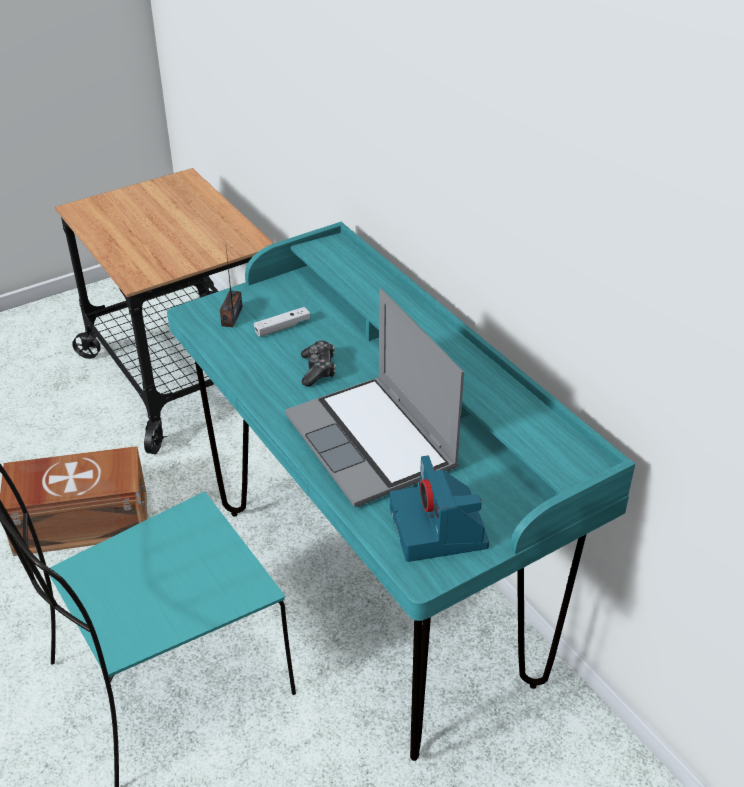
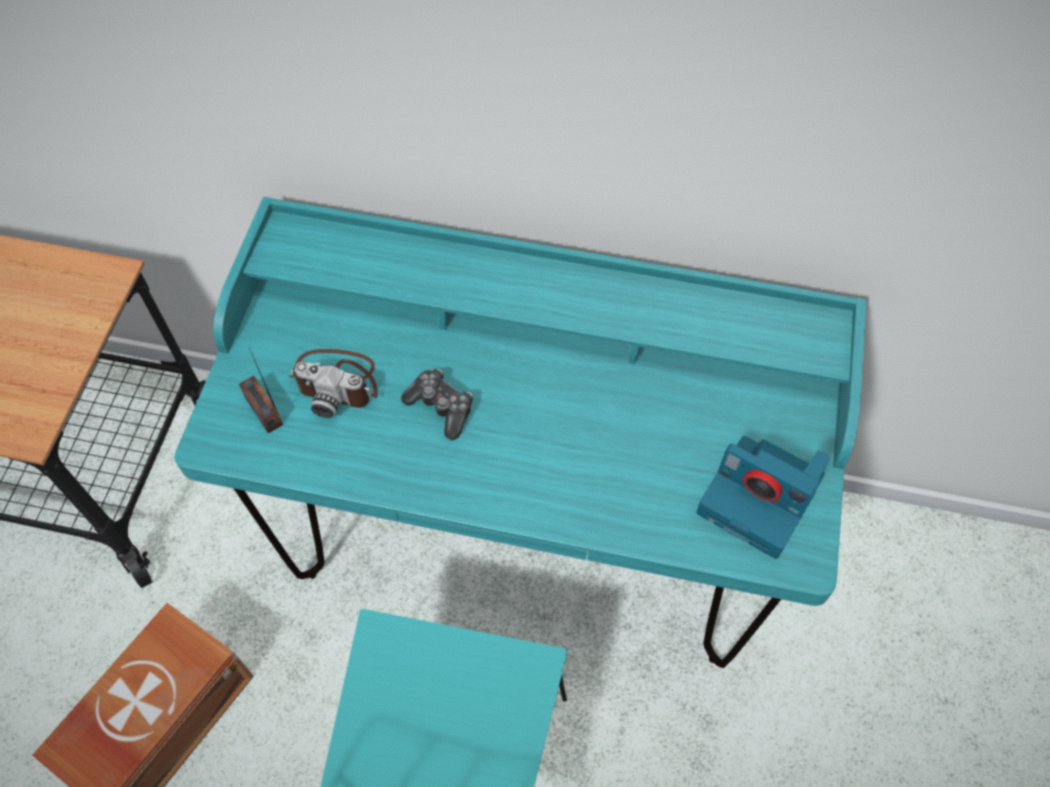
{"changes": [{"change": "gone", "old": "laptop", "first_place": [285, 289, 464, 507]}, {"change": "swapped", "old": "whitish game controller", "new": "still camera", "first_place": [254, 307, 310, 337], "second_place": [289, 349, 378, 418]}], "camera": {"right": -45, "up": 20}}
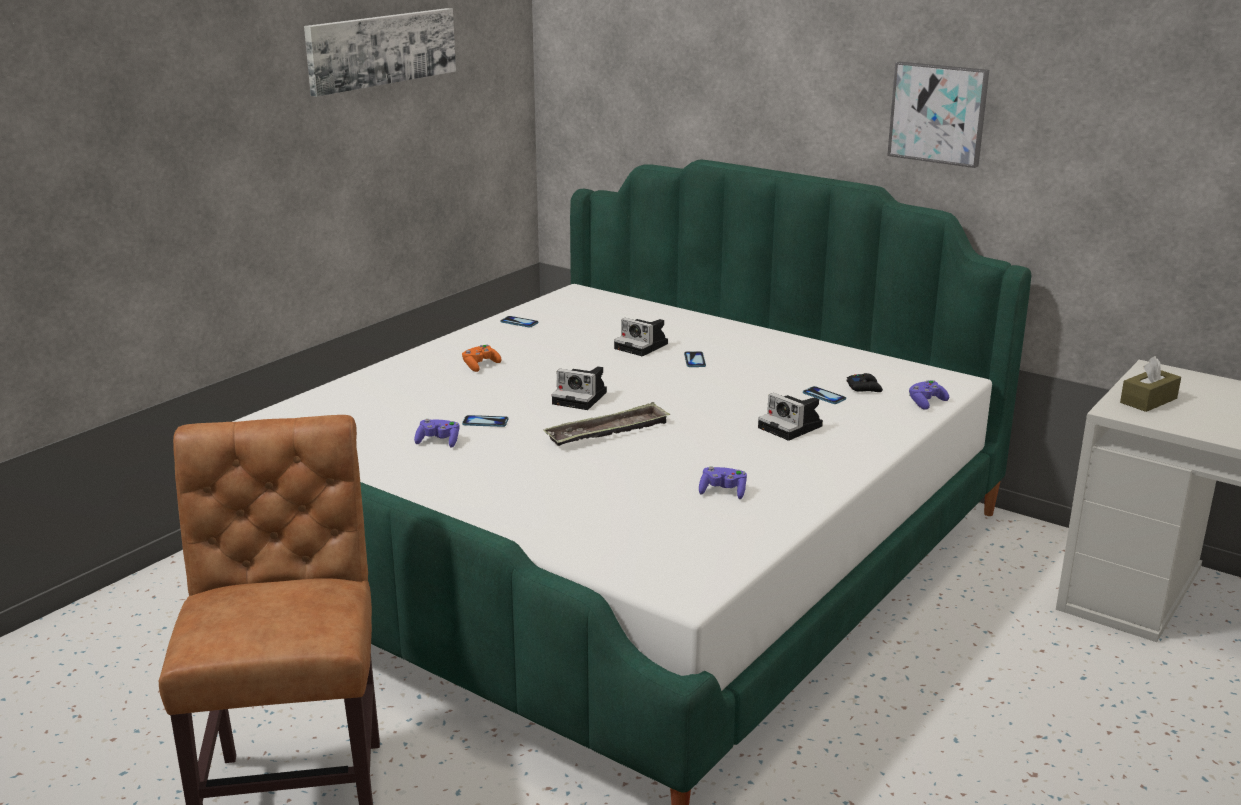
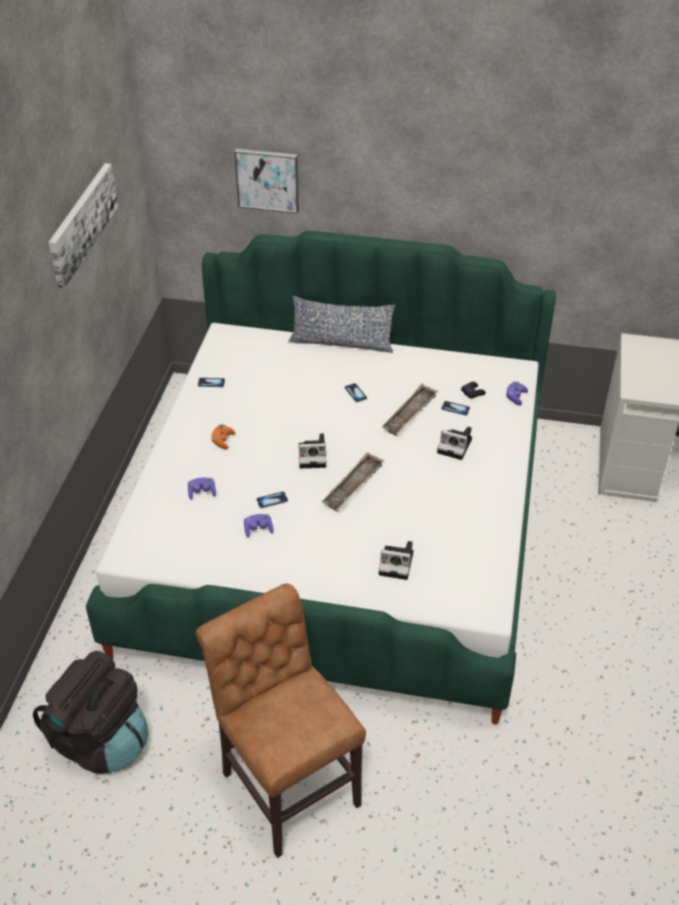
{"changes": [{"change": "gone", "old": "brown tissue box", "first_place": [1120, 356, 1181, 412]}, {"change": "new", "new": "black knapsack", "second_place": [33, 651, 149, 774]}, {"change": "new", "new": "throw pillow", "second_place": [288, 296, 395, 353]}, {"change": "new", "new": "tray", "second_place": [382, 384, 438, 436]}, {"change": "shifted", "old": "still camera", "first_place": [614, 318, 668, 356], "second_place": [379, 541, 413, 580]}, {"change": "shifted", "old": "purplish game controller", "first_place": [699, 467, 747, 499], "second_place": [188, 478, 216, 500]}, {"change": "shifted", "old": "picture", "first_place": [887, 61, 989, 168], "second_place": [234, 149, 299, 214]}], "camera": {"right": -25, "up": 20}}
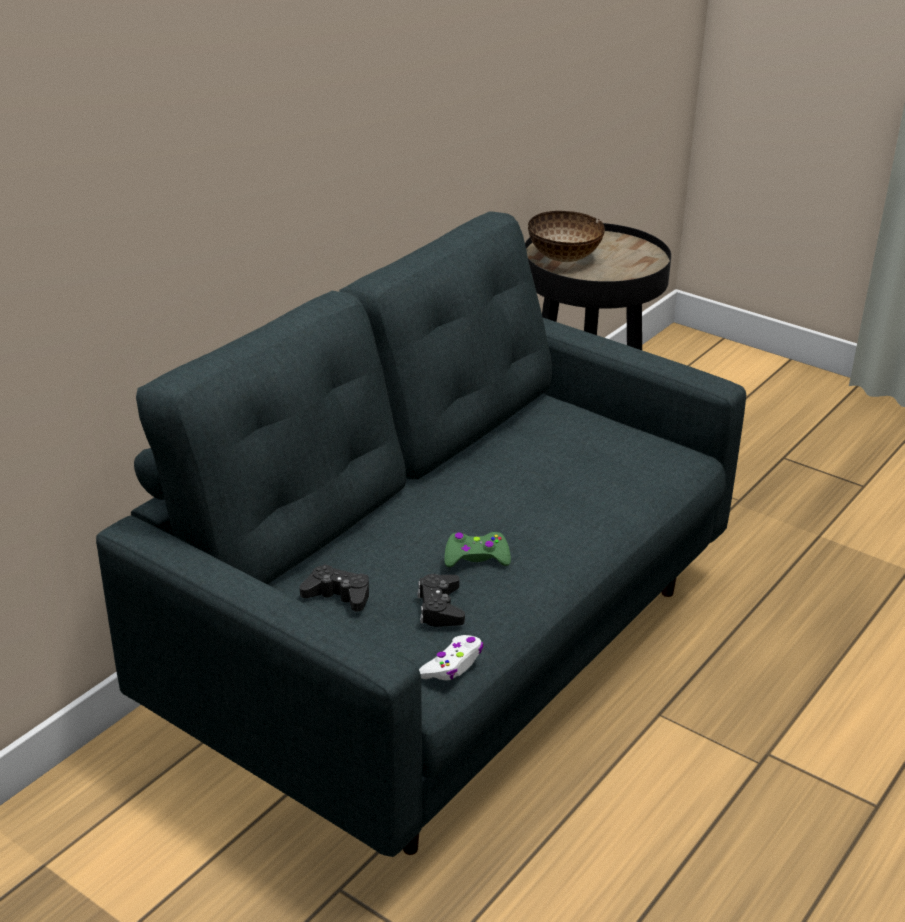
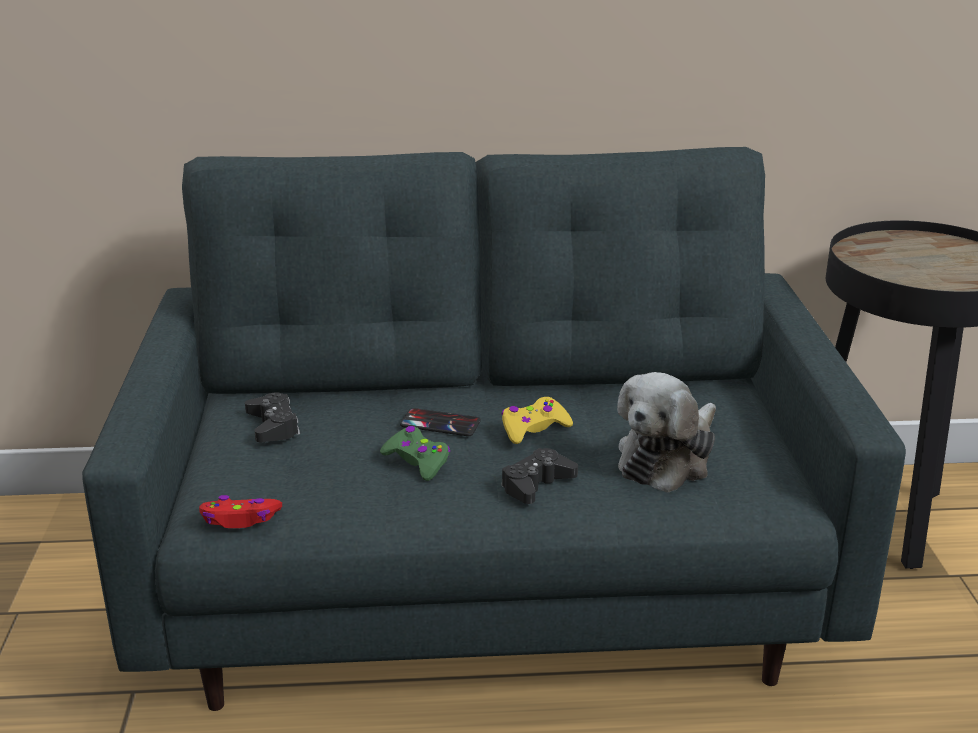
{"changes": [{"change": "gone", "old": "bowl", "first_place": [528, 211, 605, 262]}, {"change": "new", "new": "handset", "second_place": [400, 408, 481, 436]}, {"change": "new", "new": "yellowish game controller", "second_place": [502, 397, 573, 444]}, {"change": "new", "new": "plush toy", "second_place": [617, 372, 716, 492]}, {"change": "shifted", "old": "black game controller", "first_place": [417, 574, 465, 627], "second_place": [501, 448, 578, 504]}, {"change": "repainted", "old": "whitish game controller", "new": "reddish game controller", "first_place": [419, 635, 483, 680], "second_place": [199, 495, 282, 528]}], "camera": {"right": 50, "up": -5}}
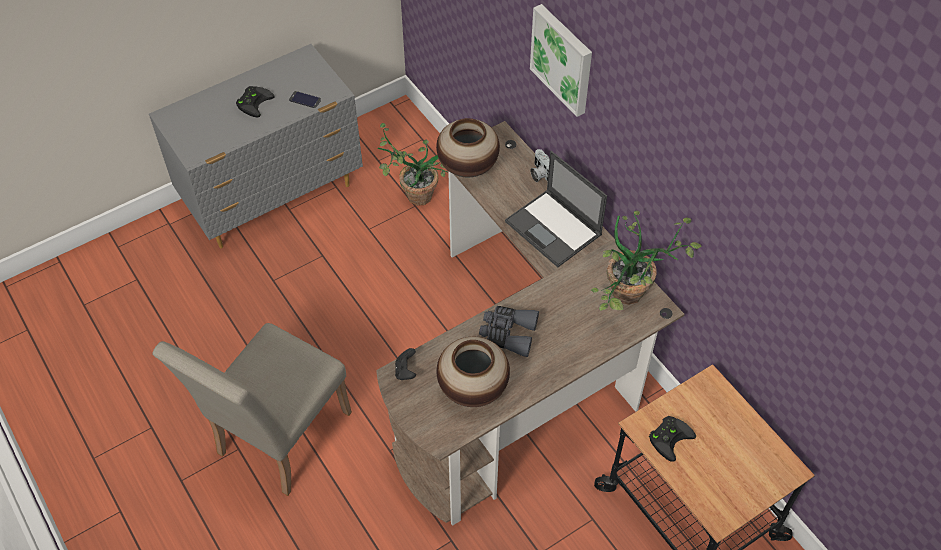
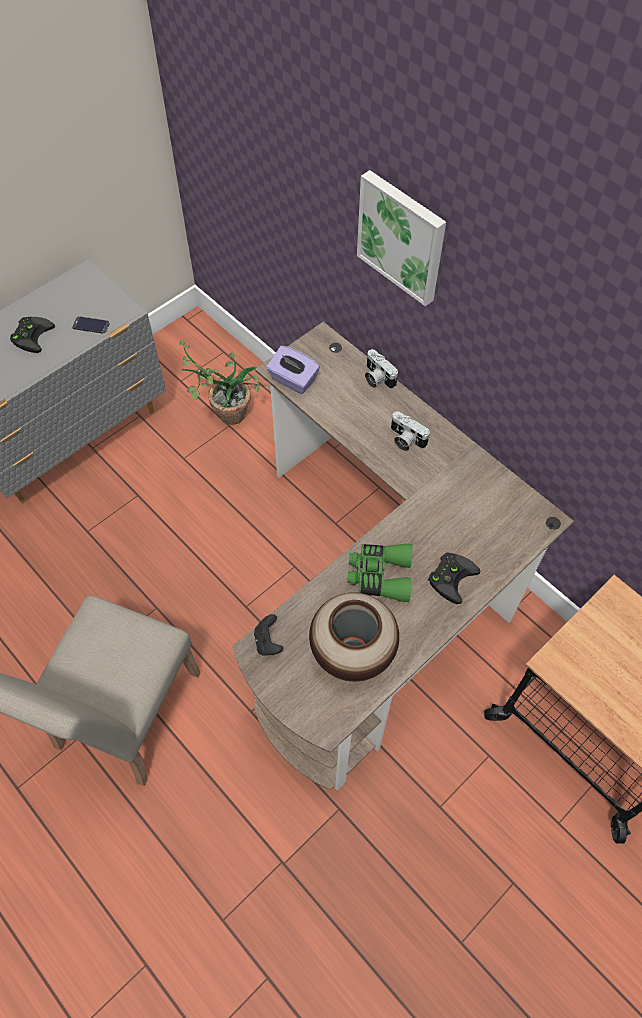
{"changes": [{"change": "gone", "old": "potted plant", "first_place": [591, 211, 702, 311]}, {"change": "shifted", "old": "black game controller", "first_place": [649, 416, 696, 462], "second_place": [428, 553, 480, 604]}, {"change": "swapped", "old": "flower vase", "new": "purplish tissue box", "first_place": [436, 118, 500, 177], "second_place": [266, 346, 320, 394]}, {"change": "swapped", "old": "laptop", "new": "still camera", "first_place": [505, 151, 607, 267], "second_place": [391, 411, 430, 451]}, {"change": "repainted", "old": "gray pair of binoculars", "new": "greenish pair of binoculars", "first_place": [479, 306, 539, 357], "second_place": [347, 544, 412, 602]}], "camera": {"right": -10, "up": 5}}
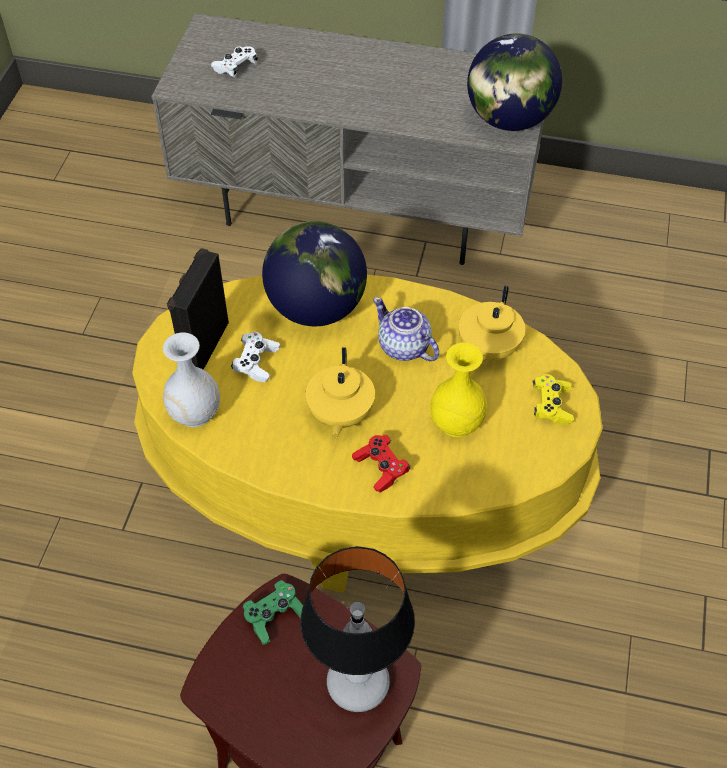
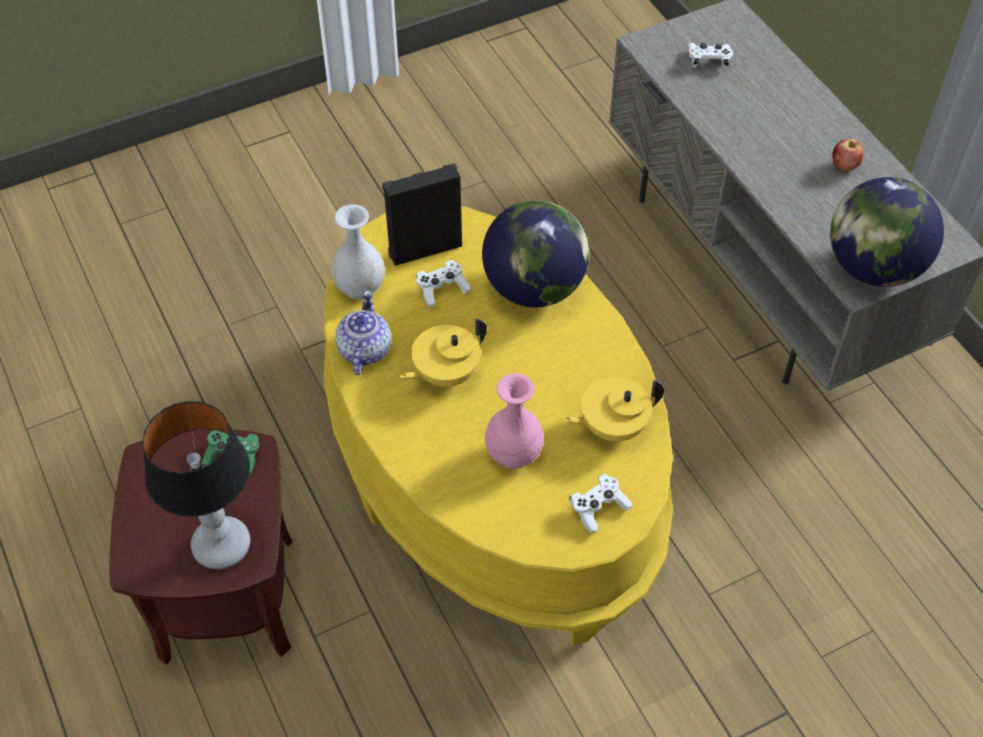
{"changes": [{"change": "gone", "old": "reddish game controller", "first_place": [352, 435, 410, 492]}, {"change": "new", "new": "apple", "second_place": [832, 139, 864, 172]}, {"change": "shifted", "old": "teapot", "first_place": [373, 297, 439, 361], "second_place": [336, 290, 391, 375]}, {"change": "repainted", "old": "yellowish flower vase", "new": "pink-coloured flower vase", "first_place": [430, 342, 487, 437], "second_place": [485, 373, 544, 469]}, {"change": "repainted", "old": "yellowish game controller", "new": "whitish game controller", "first_place": [533, 374, 574, 425], "second_place": [569, 474, 632, 533]}], "camera": {"right": 50, "up": 0}}
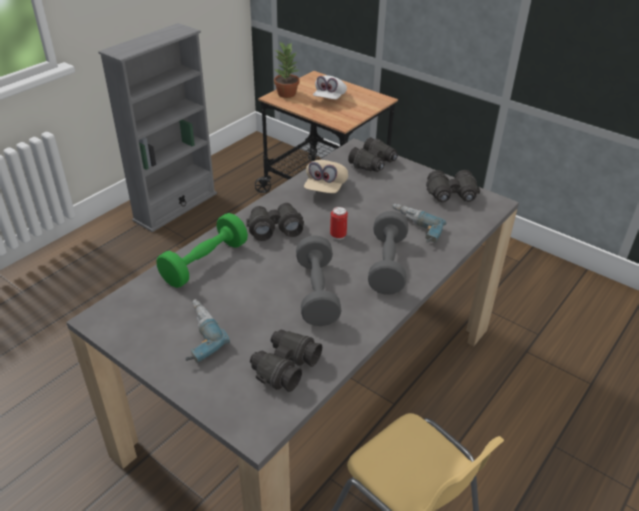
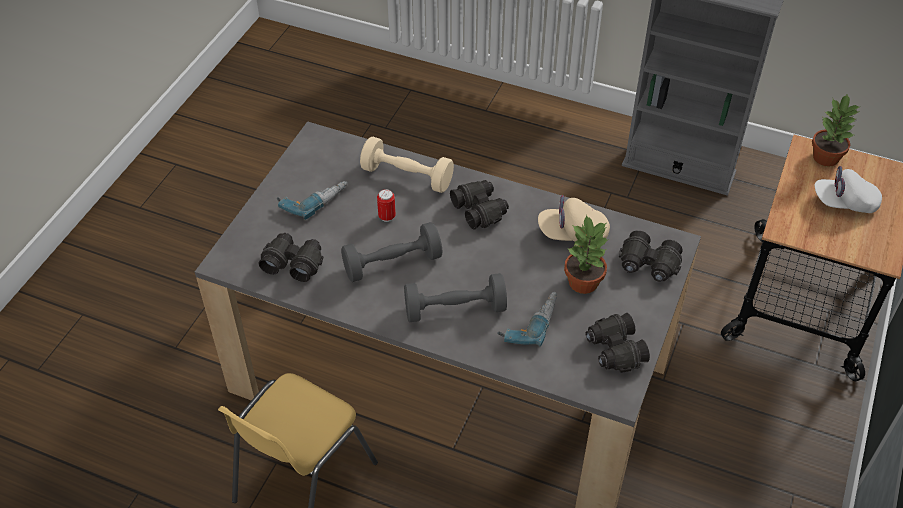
{"changes": [{"change": "new", "new": "potted plant", "second_place": [564, 215, 609, 294]}, {"change": "shifted", "old": "metal can", "first_place": [330, 207, 348, 240], "second_place": [377, 189, 396, 222]}, {"change": "repainted", "old": "greenish free weight", "new": "beige-coloured free weight", "first_place": [157, 213, 248, 288], "second_place": [360, 137, 454, 193]}], "camera": {"right": 75, "up": 10}}
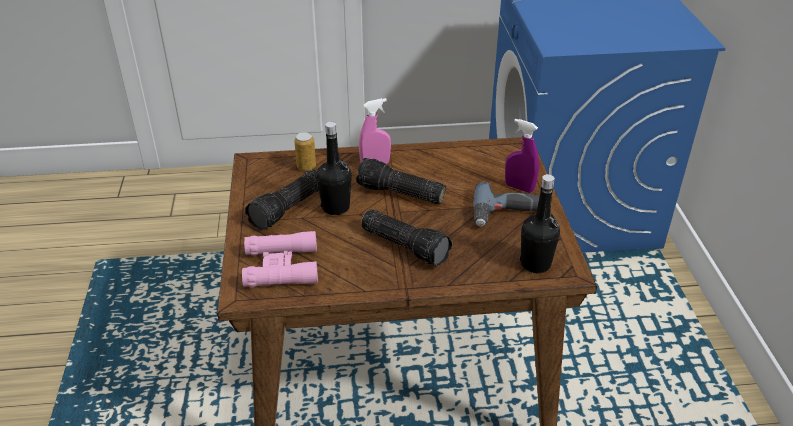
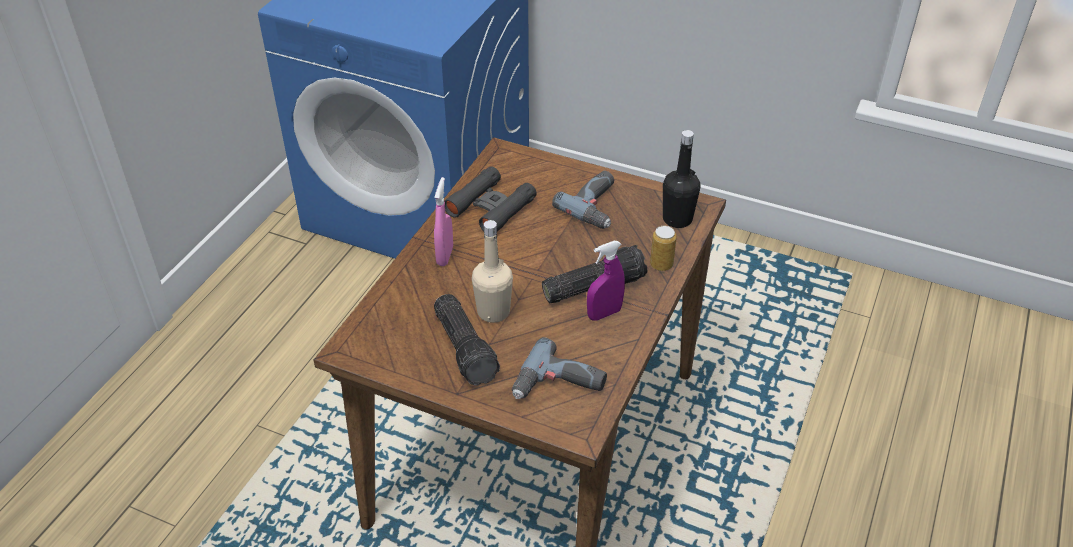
{"changes": [{"change": "gone", "old": "torch", "first_place": [356, 158, 446, 204]}, {"change": "new", "new": "black pair of binoculars", "second_place": [444, 166, 537, 232]}, {"change": "shifted", "old": "metal can", "first_place": [294, 132, 316, 171], "second_place": [650, 226, 677, 271]}, {"change": "shifted", "old": "purplish hand sprayer", "first_place": [505, 119, 539, 193], "second_place": [587, 241, 625, 321]}, {"change": "swapped", "old": "pink-coloured pair of binoculars", "new": "electric drill", "first_place": [242, 231, 318, 287], "second_place": [512, 337, 607, 399]}, {"change": "repainted", "old": "black bottle", "new": "beige-coloured bottle", "first_place": [317, 121, 351, 215], "second_place": [472, 220, 513, 323]}], "camera": {"right": -60, "up": 5}}
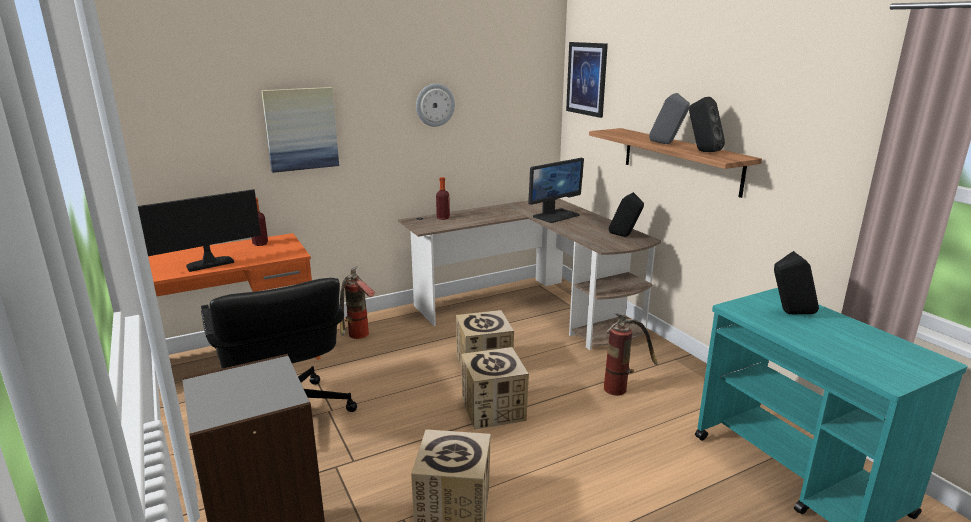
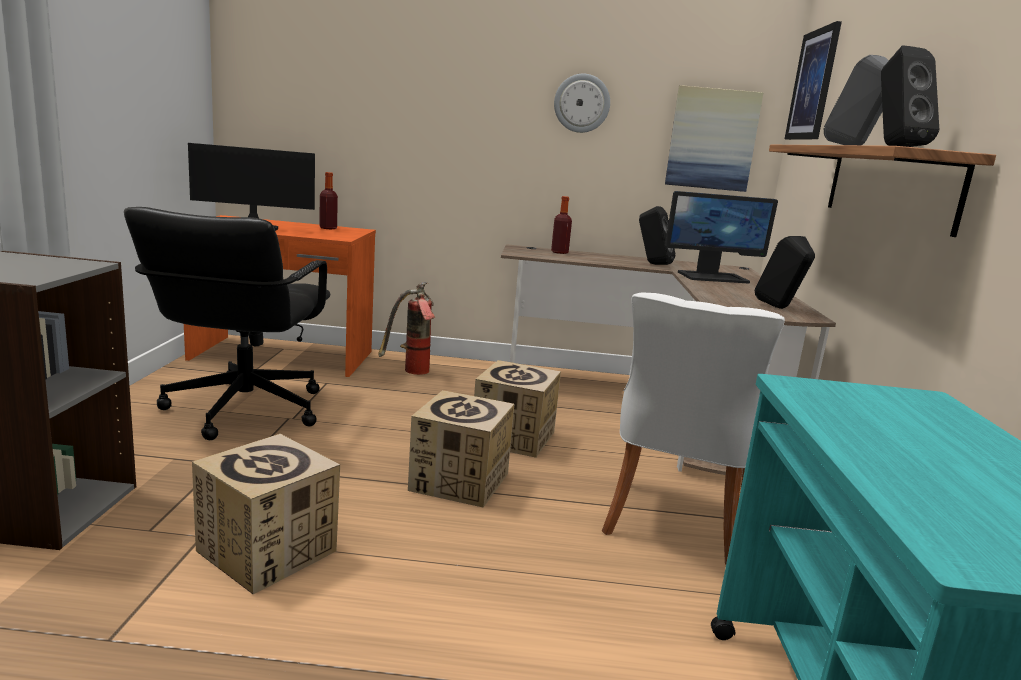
{"changes": [{"change": "shifted", "old": "picture", "first_place": [261, 87, 339, 173], "second_place": [665, 85, 764, 192]}, {"change": "shifted", "old": "black speaker", "first_place": [774, 251, 819, 314], "second_place": [639, 206, 675, 265]}, {"change": "swapped", "old": "fire extinguisher", "new": "whitish plain chair", "first_place": [604, 314, 658, 396], "second_place": [602, 293, 785, 565]}], "camera": {"right": 30, "up": -5}}
